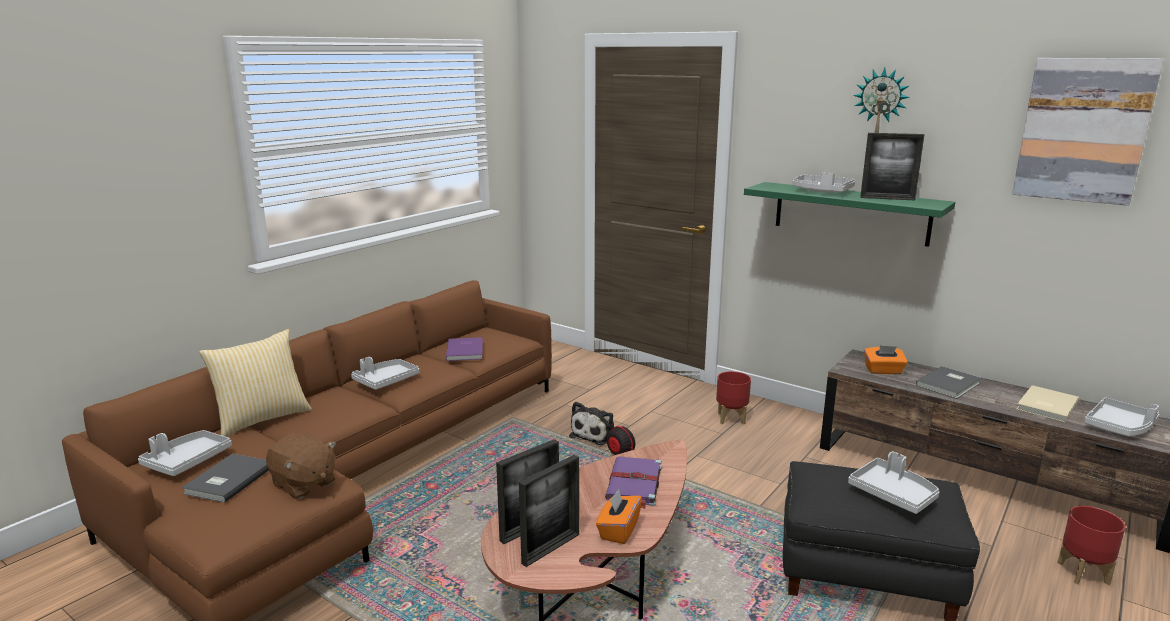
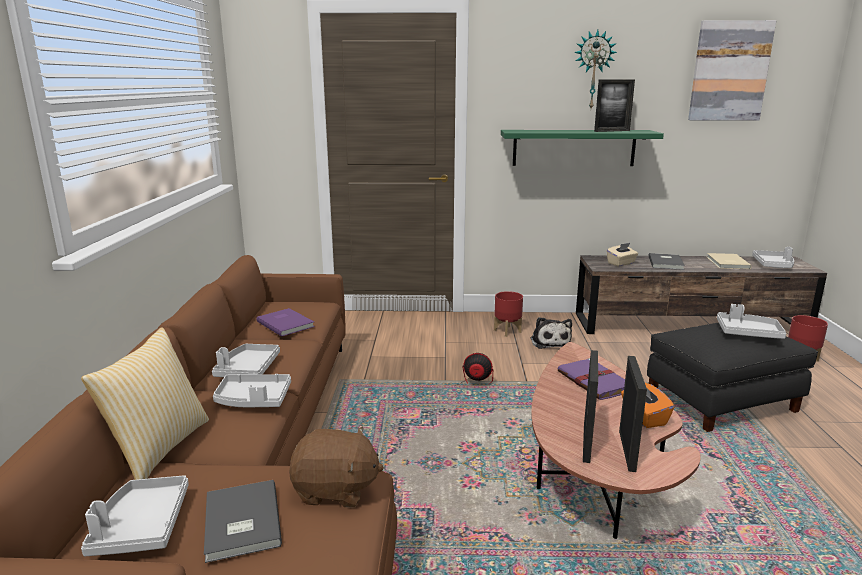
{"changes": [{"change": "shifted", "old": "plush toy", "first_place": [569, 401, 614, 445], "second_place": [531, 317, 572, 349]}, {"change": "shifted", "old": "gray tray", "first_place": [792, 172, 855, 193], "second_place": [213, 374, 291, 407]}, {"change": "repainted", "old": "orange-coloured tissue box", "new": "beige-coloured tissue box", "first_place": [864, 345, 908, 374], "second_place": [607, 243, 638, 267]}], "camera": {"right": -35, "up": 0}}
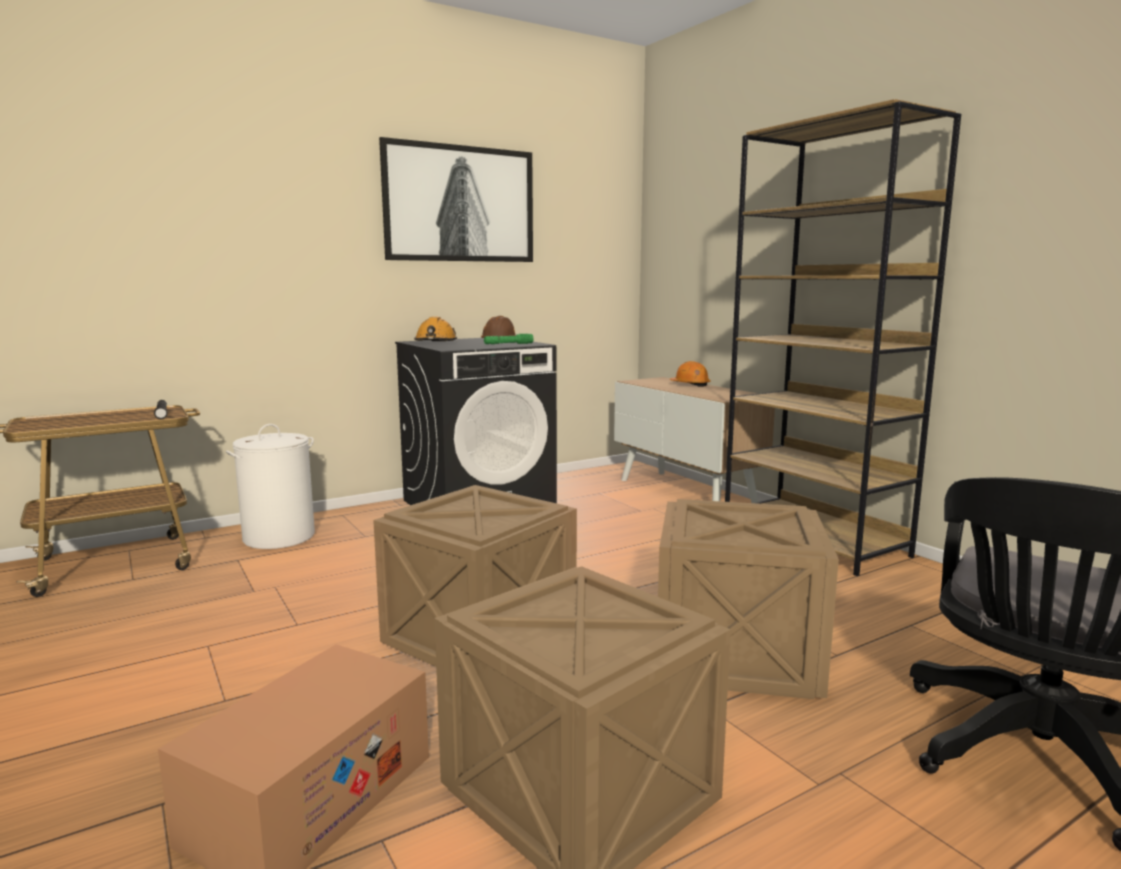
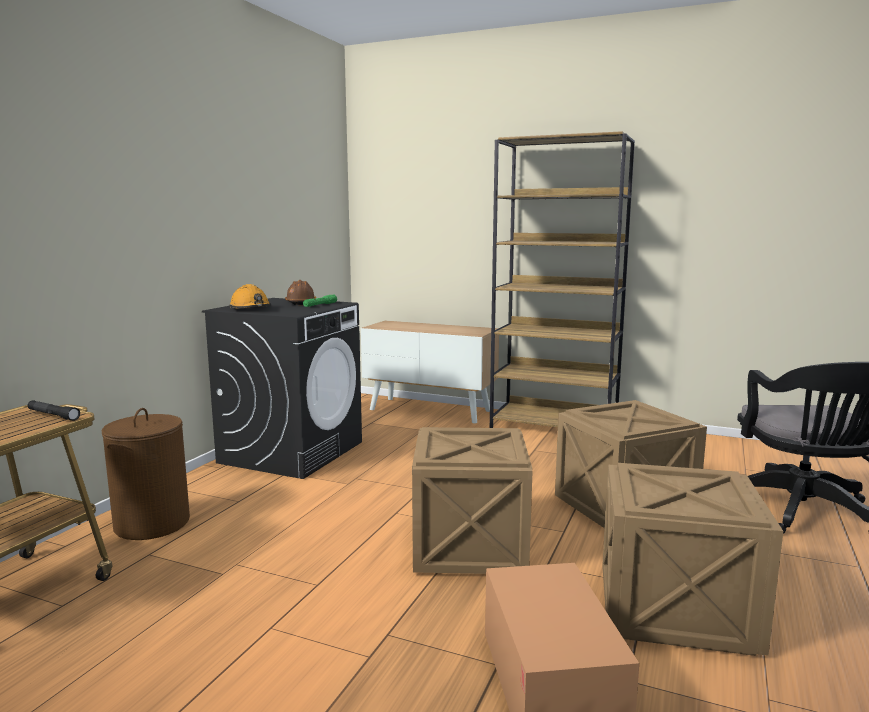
{"changes": [{"change": "gone", "old": "picture", "first_place": [379, 137, 533, 262]}, {"change": "gone", "old": "orange-coloured safety helmet", "first_place": [669, 361, 711, 387]}, {"change": "repainted", "old": "whitish hamper", "new": "brown hamper", "first_place": [226, 424, 315, 549], "second_place": [102, 408, 190, 540]}], "camera": {"right": -35, "up": 0}}
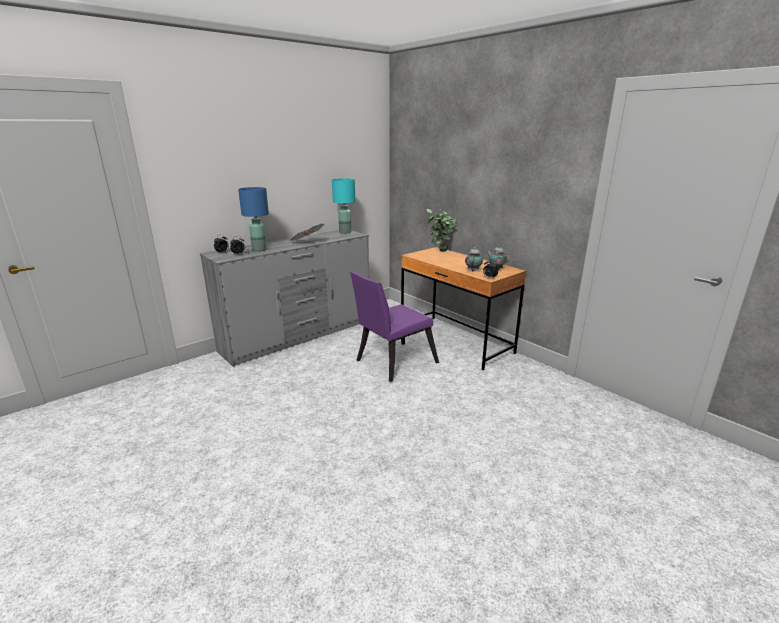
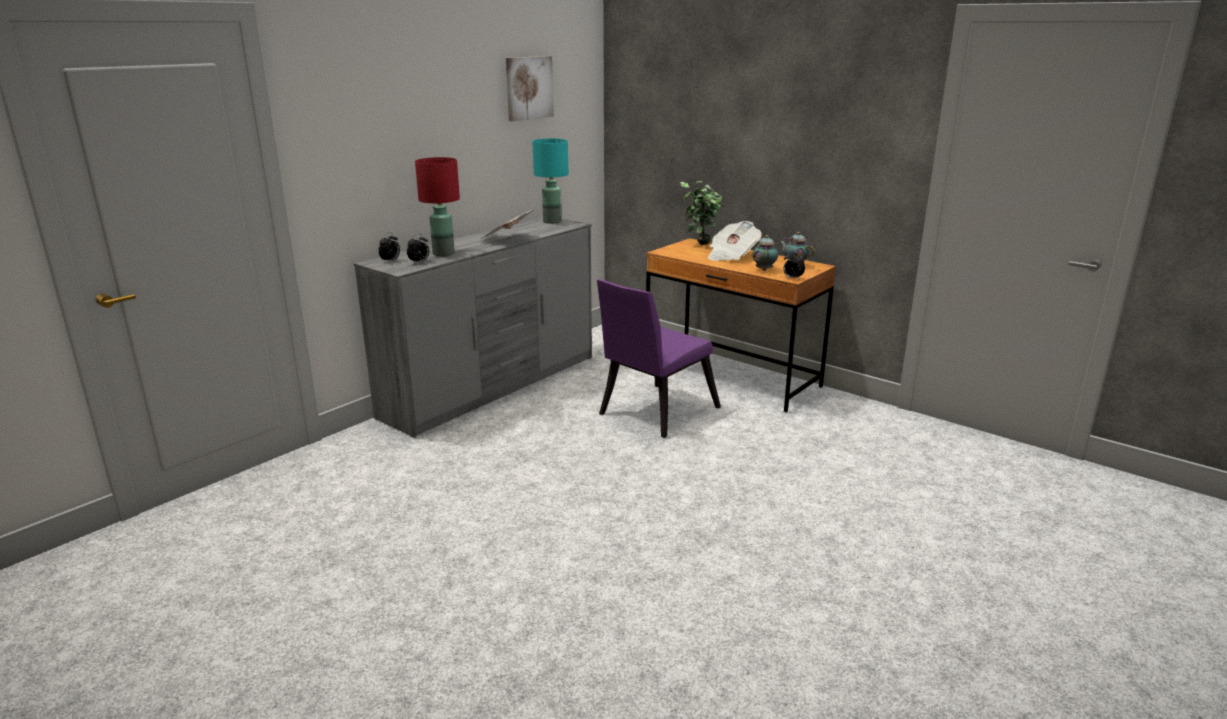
{"changes": [{"change": "new", "new": "picture", "second_place": [506, 56, 554, 121]}, {"change": "new", "new": "printed paper", "second_place": [708, 221, 762, 261]}, {"change": "repainted", "old": "blue table lamp", "new": "reddish table lamp", "first_place": [238, 187, 269, 251], "second_place": [415, 157, 460, 256]}], "camera": {"right": -10, "up": 0}}
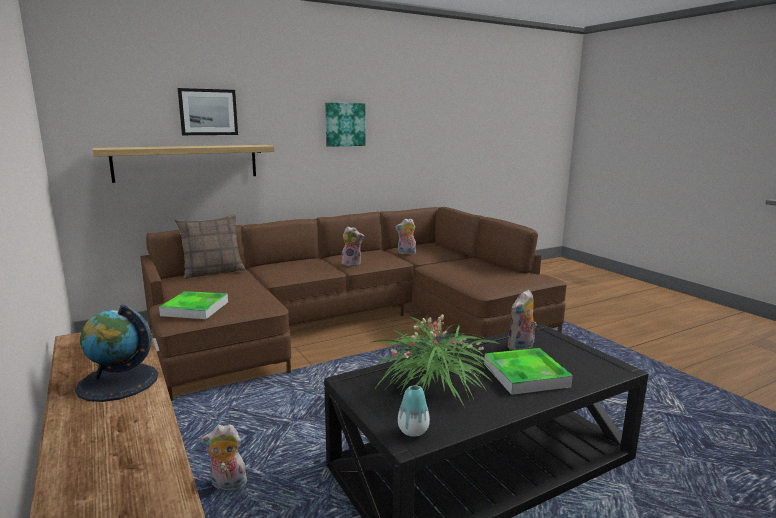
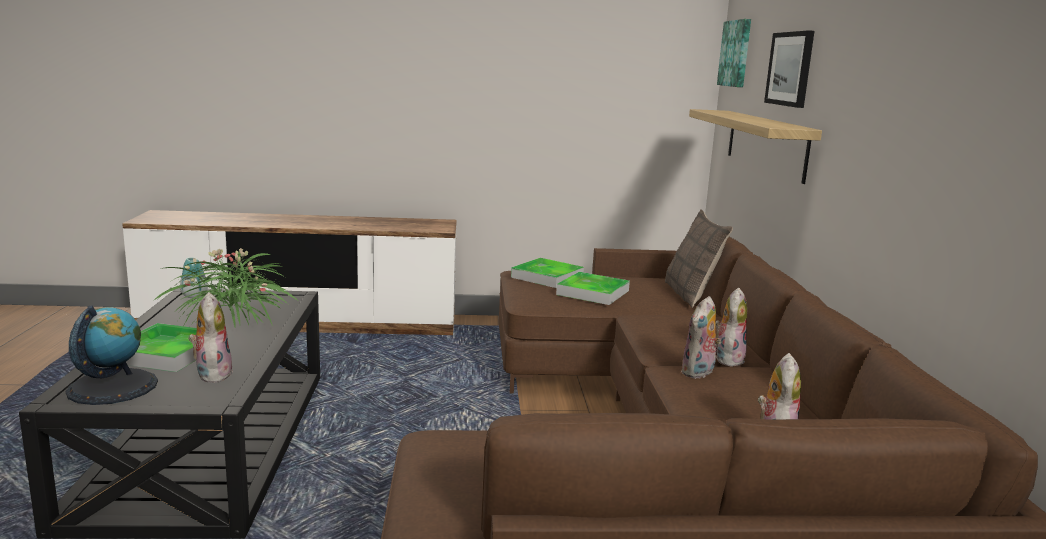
{"changes": [{"change": "new", "new": "tray", "second_place": [556, 272, 630, 305]}, {"change": "shifted", "old": "desk globe", "first_place": [75, 305, 158, 402], "second_place": [66, 305, 158, 405]}, {"change": "shifted", "old": "plush toy", "first_place": [201, 424, 247, 490], "second_place": [716, 288, 747, 367]}, {"change": "shifted", "old": "picture", "first_place": [325, 103, 365, 147], "second_place": [717, 19, 751, 87]}], "camera": {"right": 115, "up": 0}}
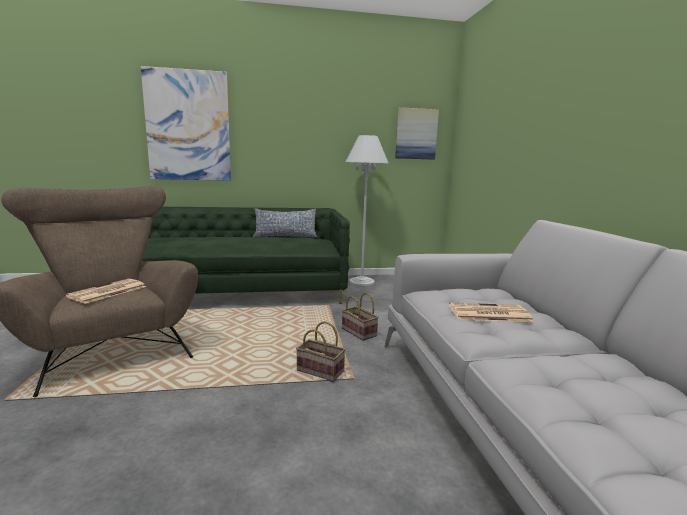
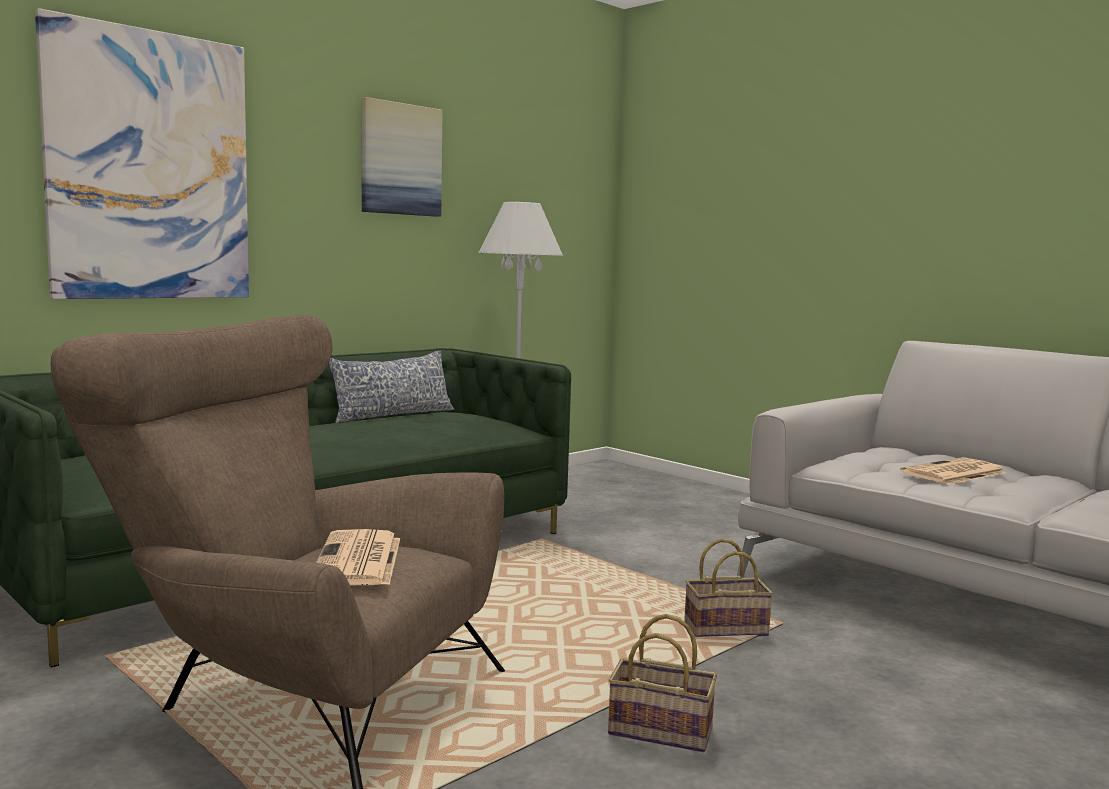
{"changes": [{"change": "shifted", "old": "household basket", "first_place": [342, 293, 379, 341], "second_place": [608, 614, 717, 752]}, {"change": "shifted", "old": "picture", "first_place": [395, 107, 439, 160], "second_place": [362, 97, 443, 217]}], "camera": {"right": -35, "up": -5}}
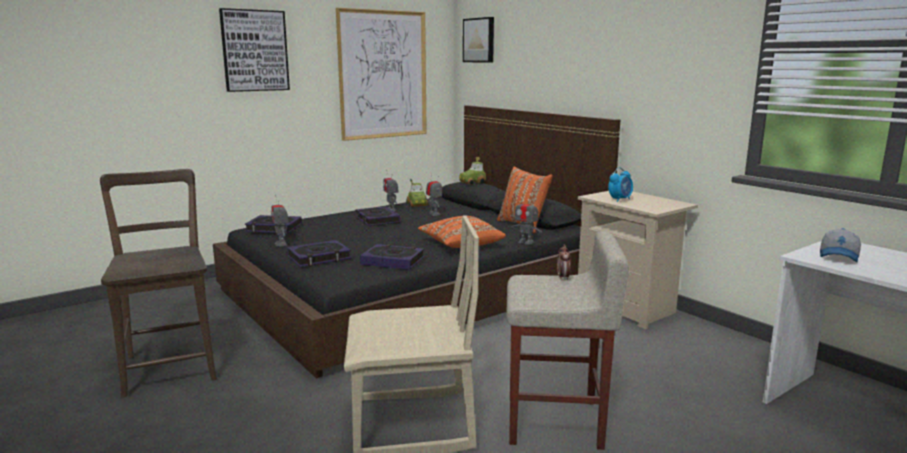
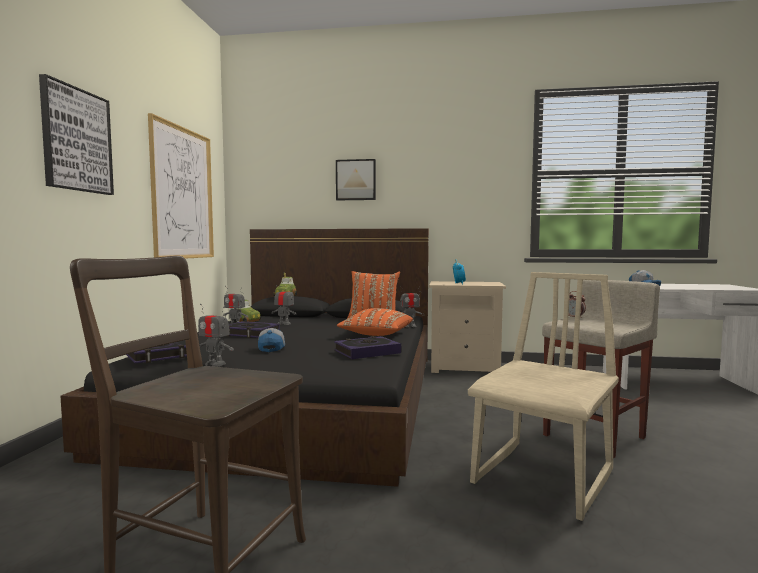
{"changes": [{"change": "gone", "old": "volume", "first_place": [287, 240, 351, 267]}, {"change": "new", "new": "baseball cap", "second_place": [258, 328, 285, 352]}, {"change": "shifted", "old": "picture", "first_place": [463, 17, 494, 63], "second_place": [336, 159, 376, 200]}], "camera": {"right": -45, "up": -10}}
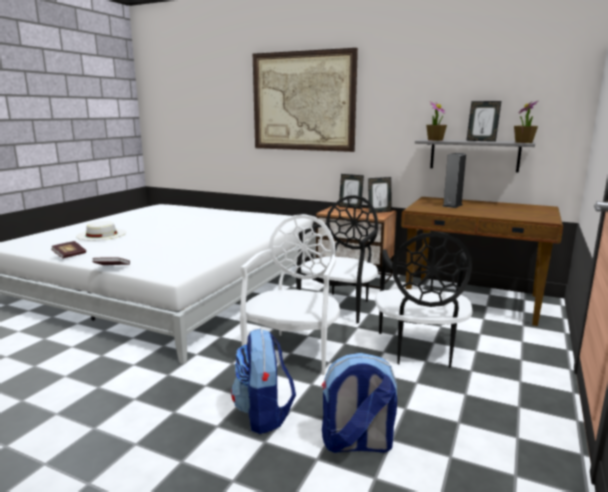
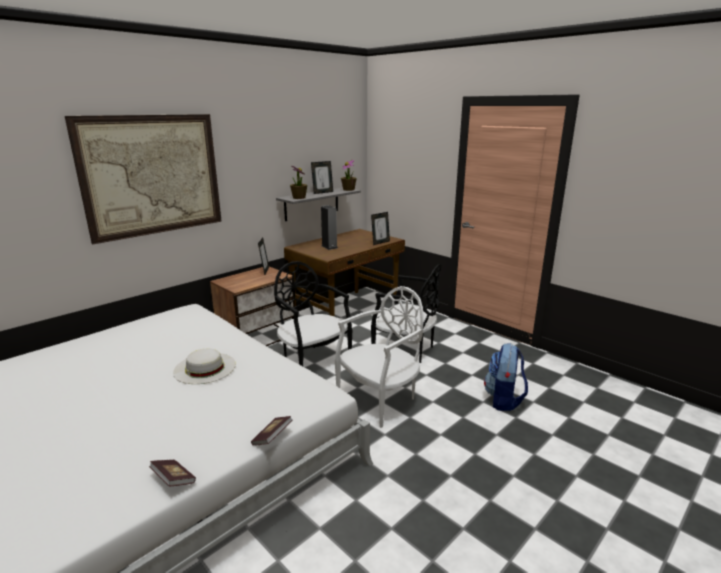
{"changes": [{"change": "gone", "old": "knapsack", "first_place": [231, 329, 296, 434]}, {"change": "shifted", "old": "whitish hat", "first_place": [76, 221, 126, 240], "second_place": [173, 349, 236, 384]}, {"change": "shifted", "old": "standing frame", "first_place": [339, 174, 364, 209], "second_place": [371, 212, 390, 245]}, {"change": "rotated", "old": "whitish plain chair", "first_place": [240, 214, 340, 375], "second_place": [335, 286, 424, 428], "degrees": 105}], "camera": {"right": -70, "up": 5}}
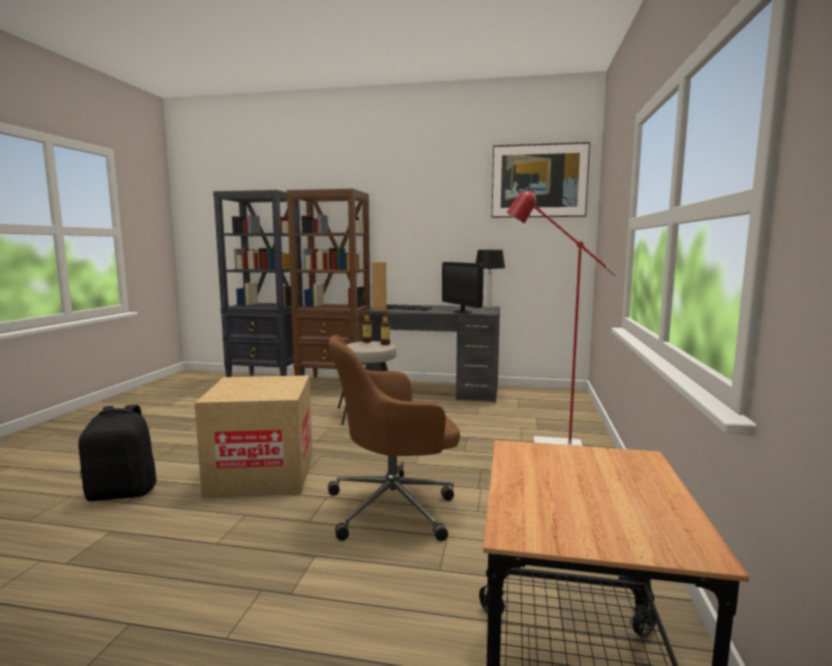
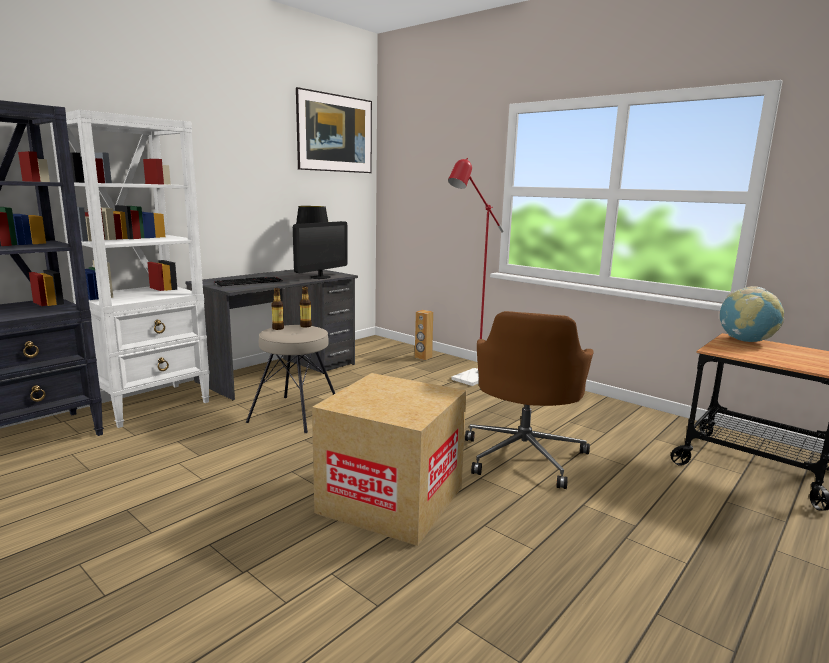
{"changes": [{"change": "gone", "old": "black knapsack", "first_place": [79, 405, 157, 501]}, {"change": "new", "new": "desk globe", "second_place": [720, 286, 784, 342]}, {"change": "shifted", "old": "brown speaker", "first_place": [372, 262, 387, 311], "second_place": [415, 310, 433, 360]}, {"change": "repainted", "old": "brown shelving unit", "new": "whitish shelving unit", "first_place": [286, 189, 371, 378], "second_place": [50, 110, 210, 428]}, {"change": "rotated", "old": "computer display", "first_place": [442, 262, 484, 313], "second_place": [293, 221, 348, 279], "degrees": -60}], "camera": {"right": -60, "up": 5}}
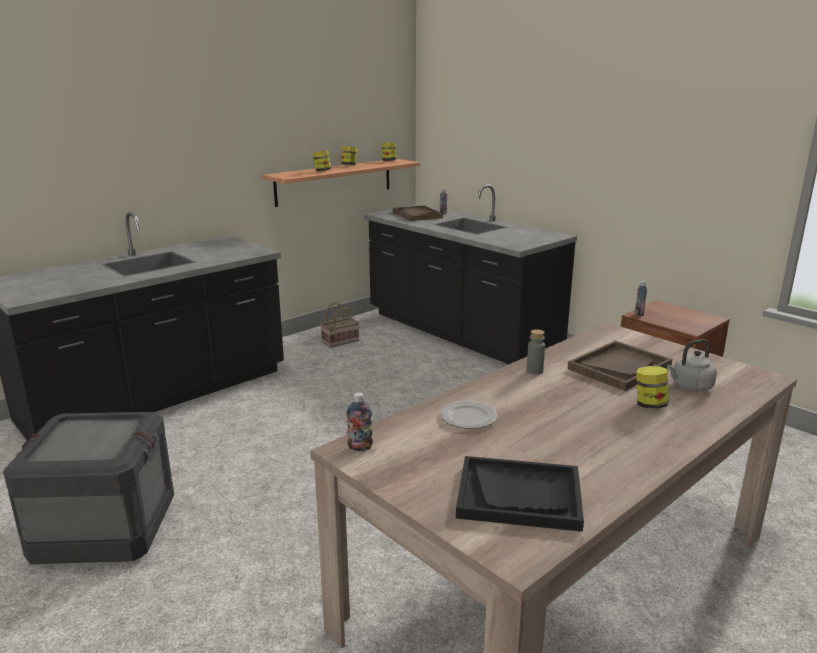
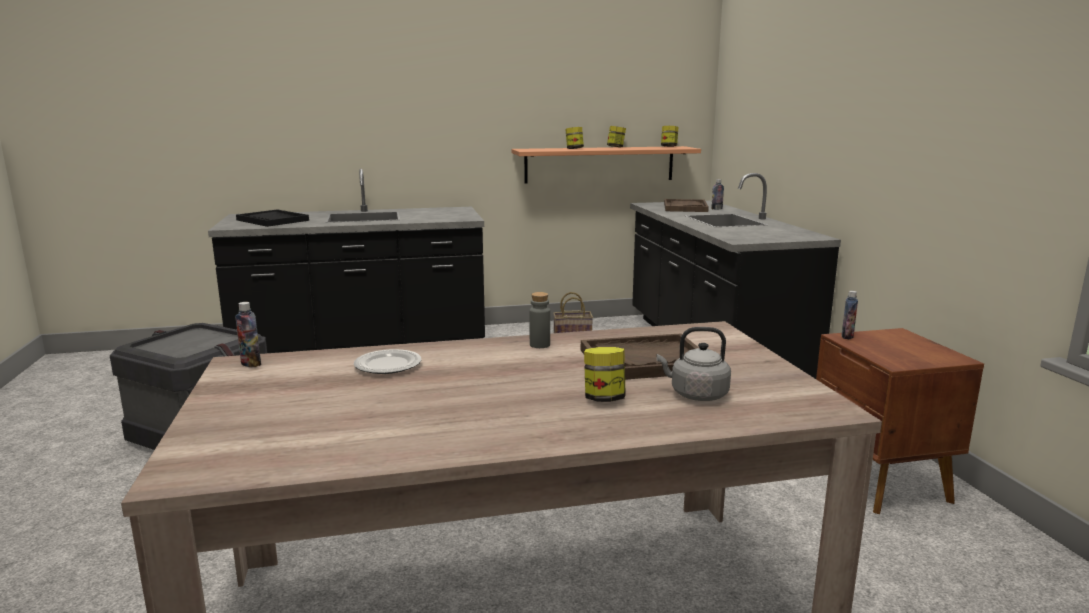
{"changes": [{"change": "shifted", "old": "black tray", "first_place": [456, 456, 584, 532], "second_place": [236, 209, 309, 227]}], "camera": {"right": 30, "up": -5}}
